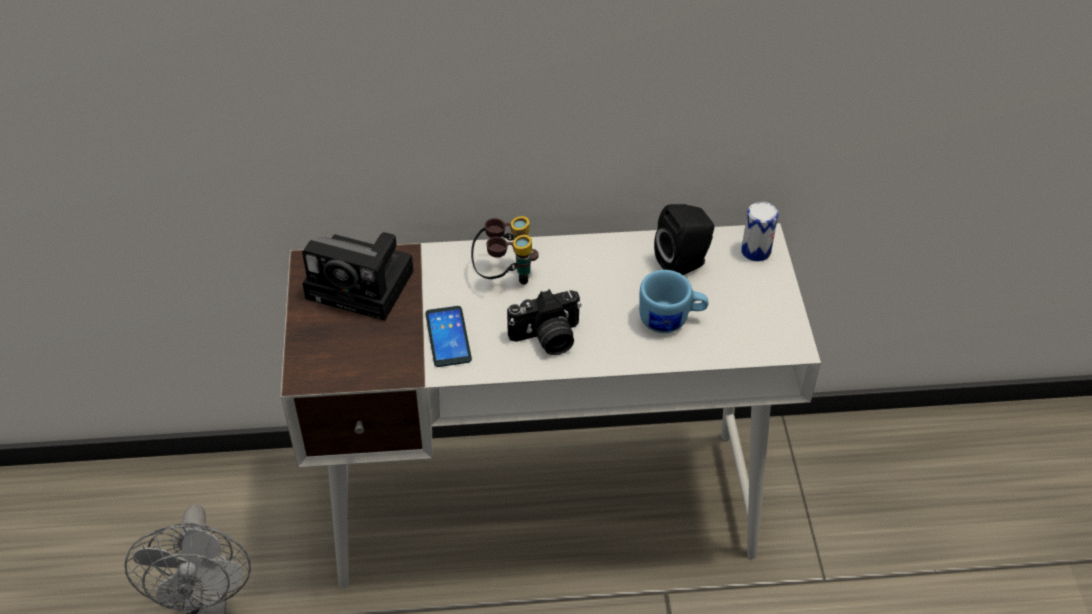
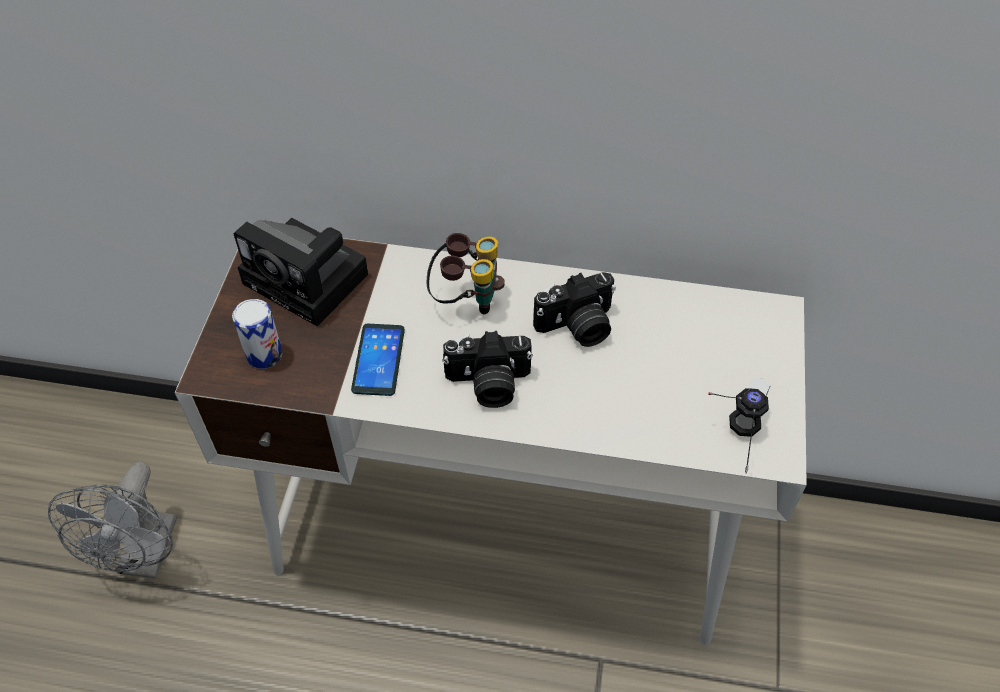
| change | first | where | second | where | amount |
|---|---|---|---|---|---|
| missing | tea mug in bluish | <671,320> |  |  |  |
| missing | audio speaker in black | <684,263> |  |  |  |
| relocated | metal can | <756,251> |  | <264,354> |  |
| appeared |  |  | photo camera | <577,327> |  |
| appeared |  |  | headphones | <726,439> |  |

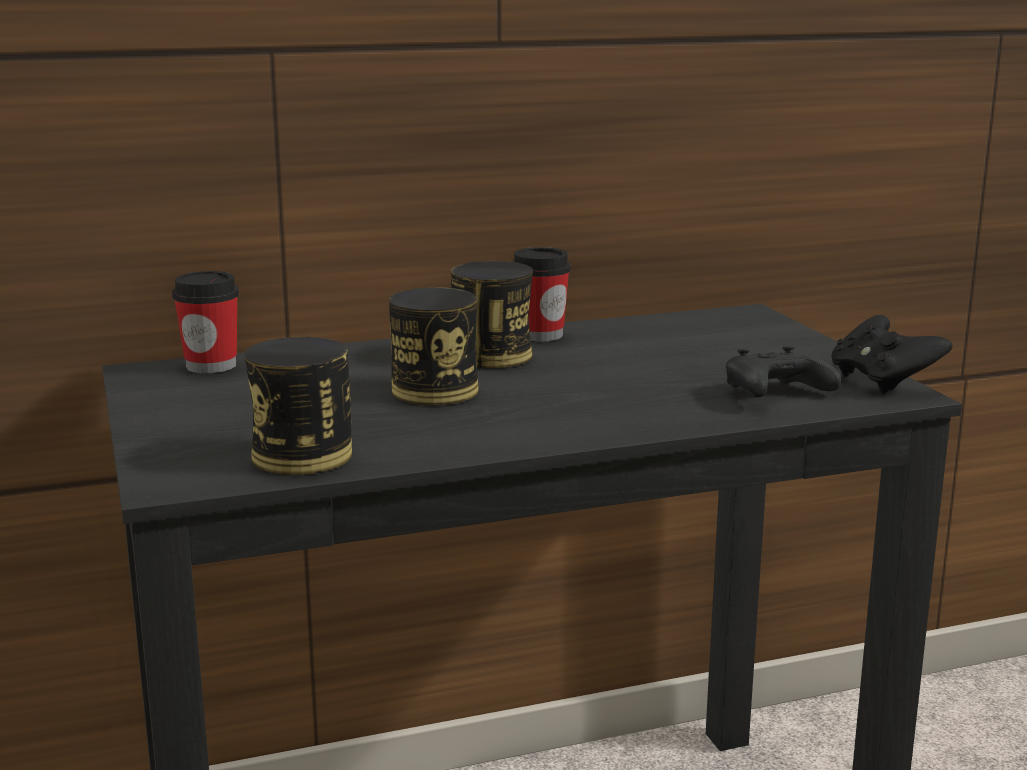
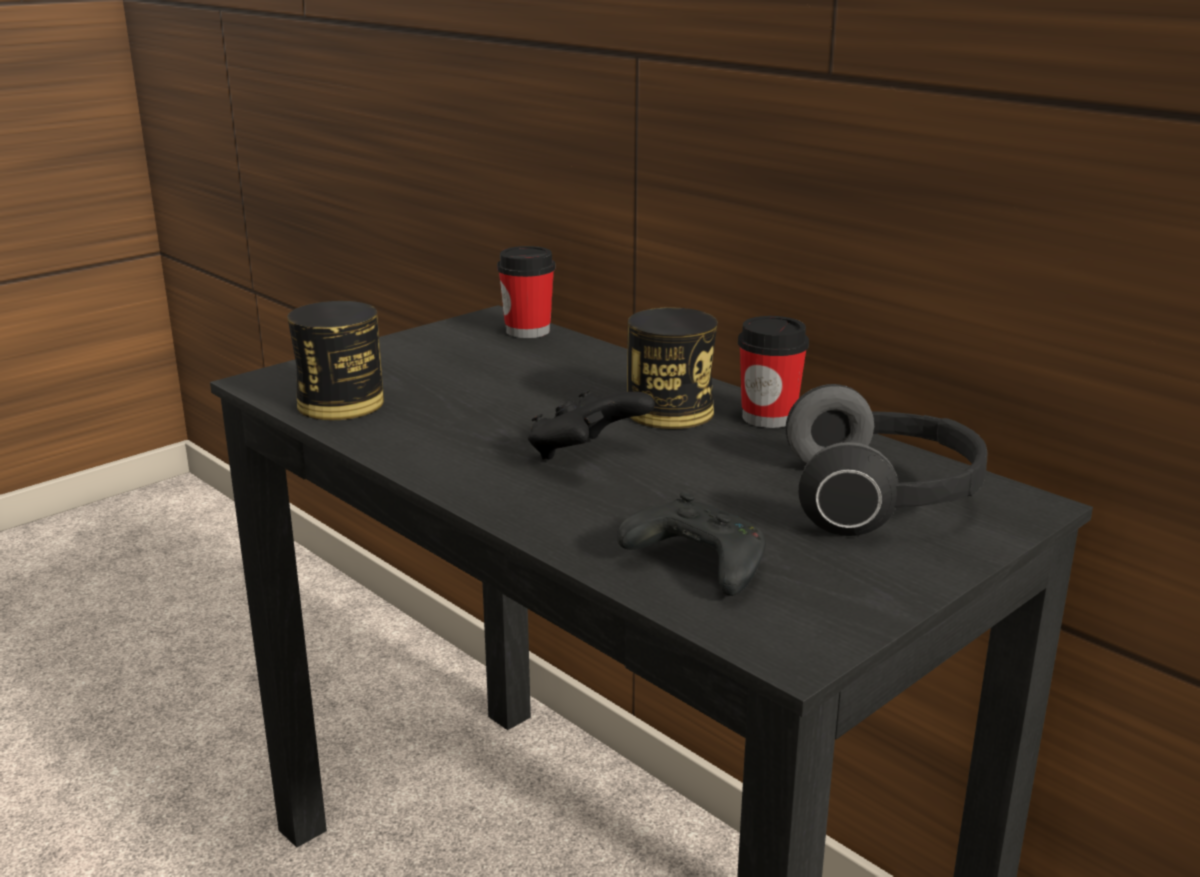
| change | first | where | second | where | amount |
|---|---|---|---|---|---|
| missing | metal can | <435,391> |  |  |  |
| relocated | game controller in black | <882,381> |  | <586,456> |  |
| appeared |  |  | headphones | <883,499> |  |

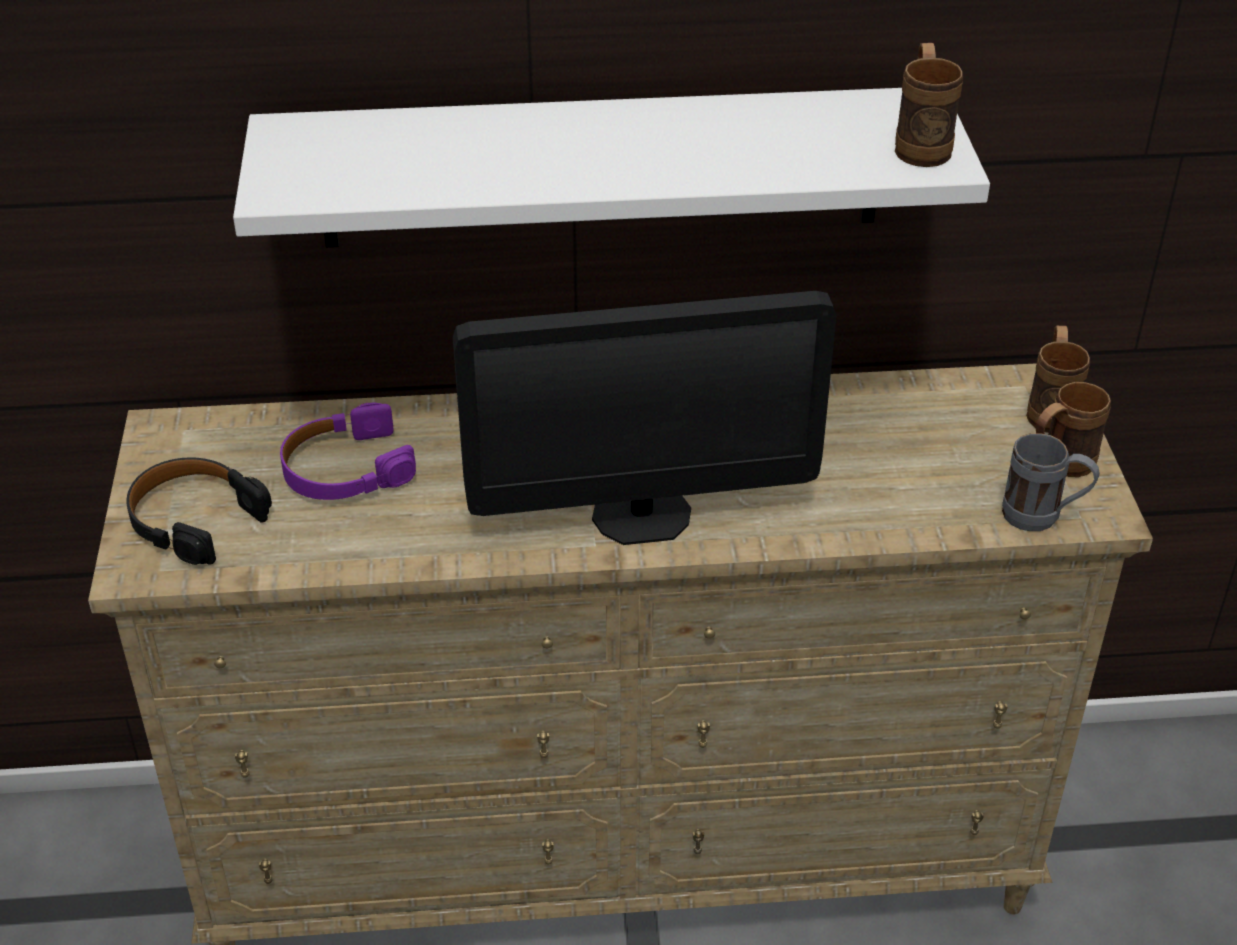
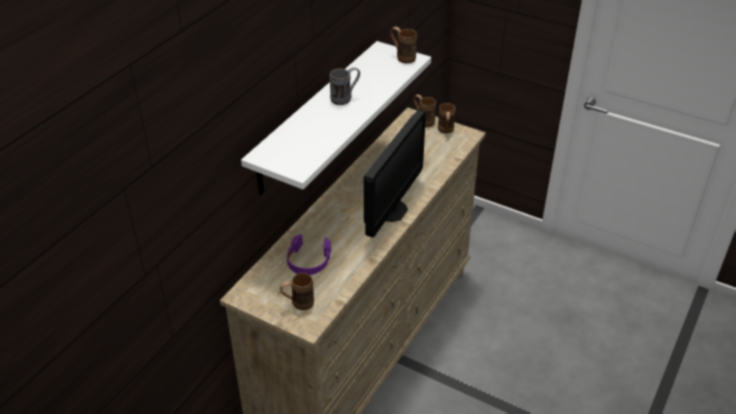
| change | first | where | second | where | amount |
|---|---|---|---|---|---|
| exchanged | headphones in black | <195,519> | tea mug in brown | <298,304> |  |
| relocated | tea mug in greyish | <1042,519> |  | <345,98> |  |

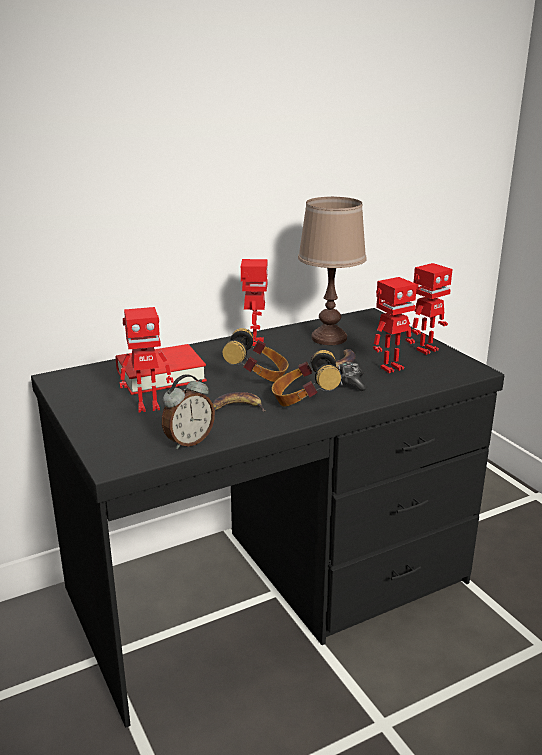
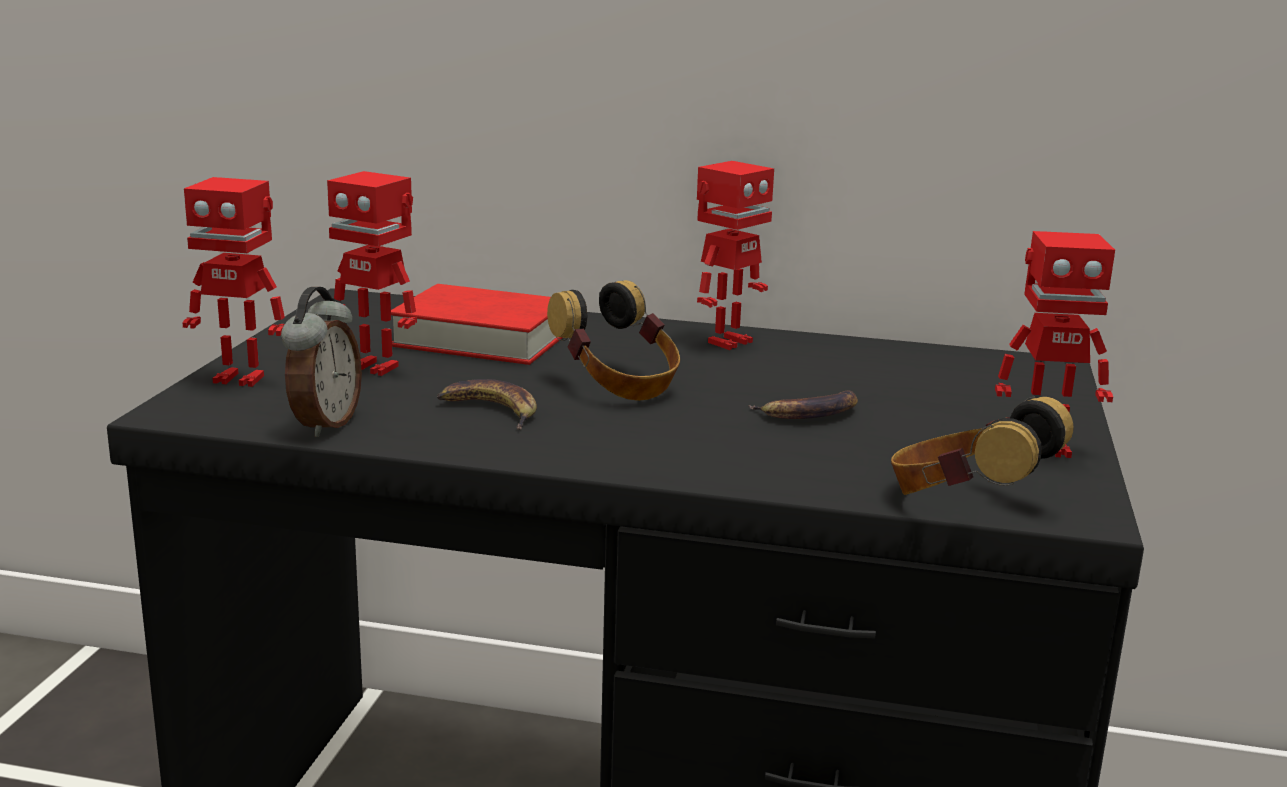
| change | first | where | second | where | amount |
|---|---|---|---|---|---|
| spun | alarm clock | <188,441> |  | <323,424> | 75 degrees counterclockwise |
| relocated | headphones | <304,402> |  | <966,504> |  |
| missing | lamp for a table in brown | <328,338> |  |  |  |
| missing | game controller | <351,382> |  |  |  |
| relocated | robot figure | <390,368> |  | <241,378> |  |

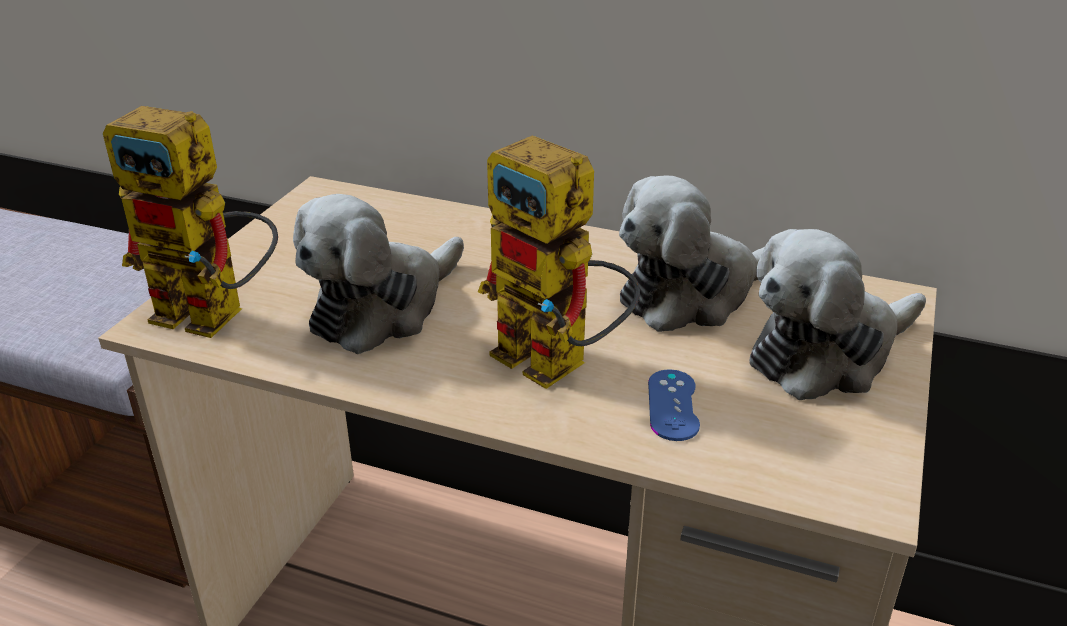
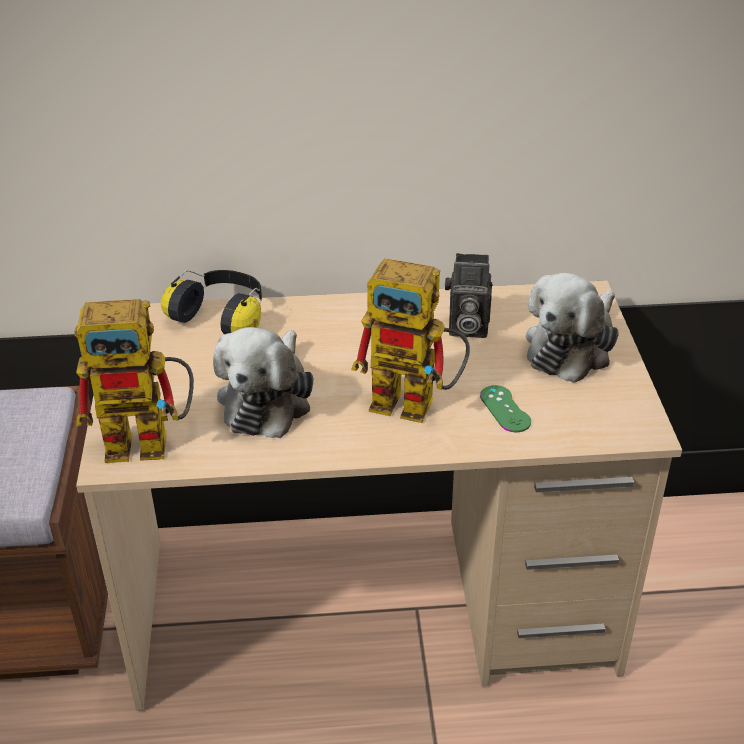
| change | first | where | second | where | amount |
|---|---|---|---|---|---|
| exchanged | soft toy | <693,294> | photo camera | <465,328> |  |
| colour | game controller in bluish | <673,405> | game controller in greenish | <505,409> |  |
| appeared |  |  | headphones | <222,317> |  |

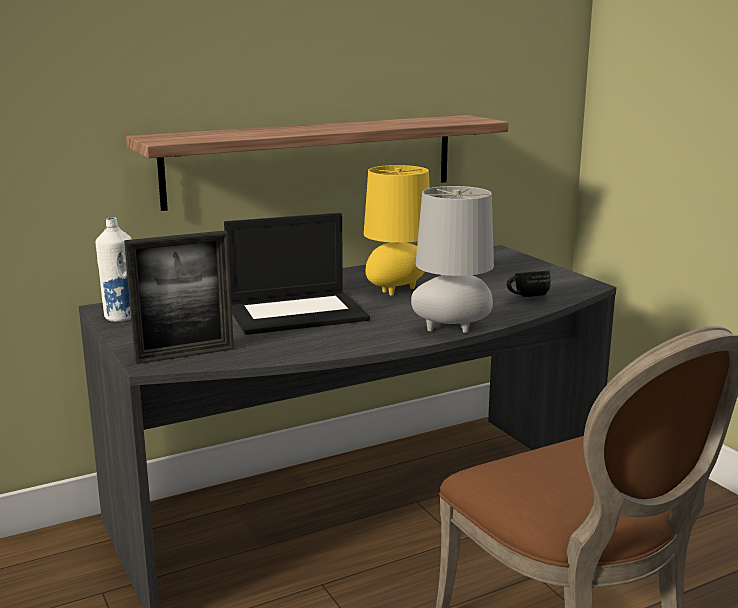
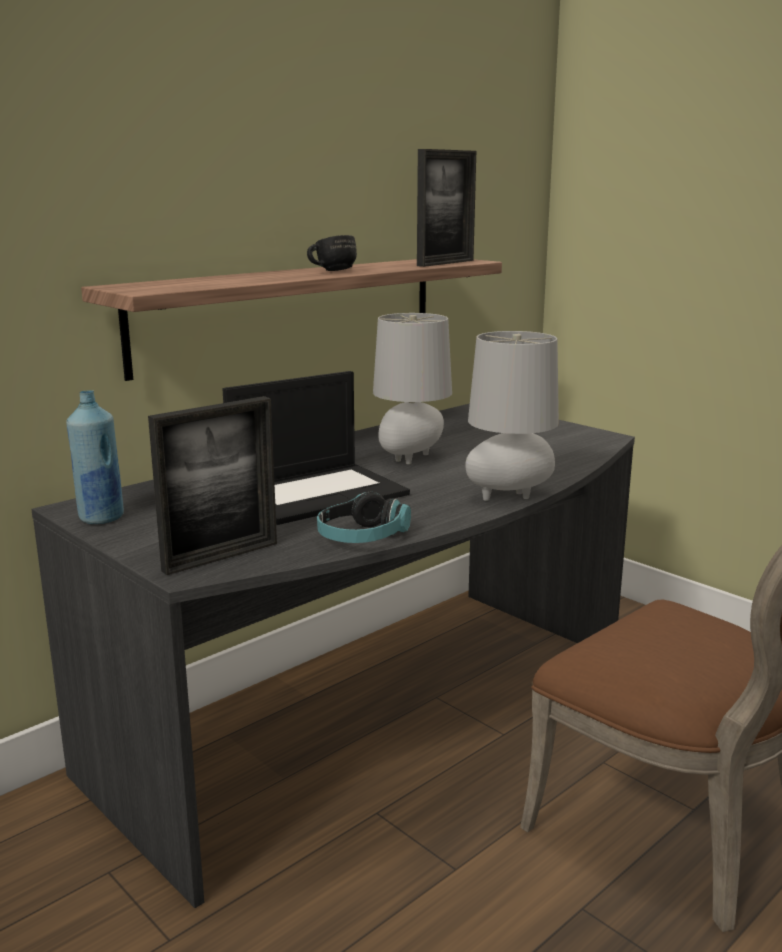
| change | first | where | second | where | amount |
|---|---|---|---|---|---|
| colour | bottle in whitish | <121,317> | bottle in bluish | <100,518> |  |
| colour | lamp for a table in yellow-coloured | <397,291> | lamp for a table in greyish | <412,459> |  |
| relocated | tea mug in black | <526,297> |  | <330,271> |  |
| appeared |  |  | headphones | <362,537> |  |
| appeared |  |  | picture frame | <446,263> |  |

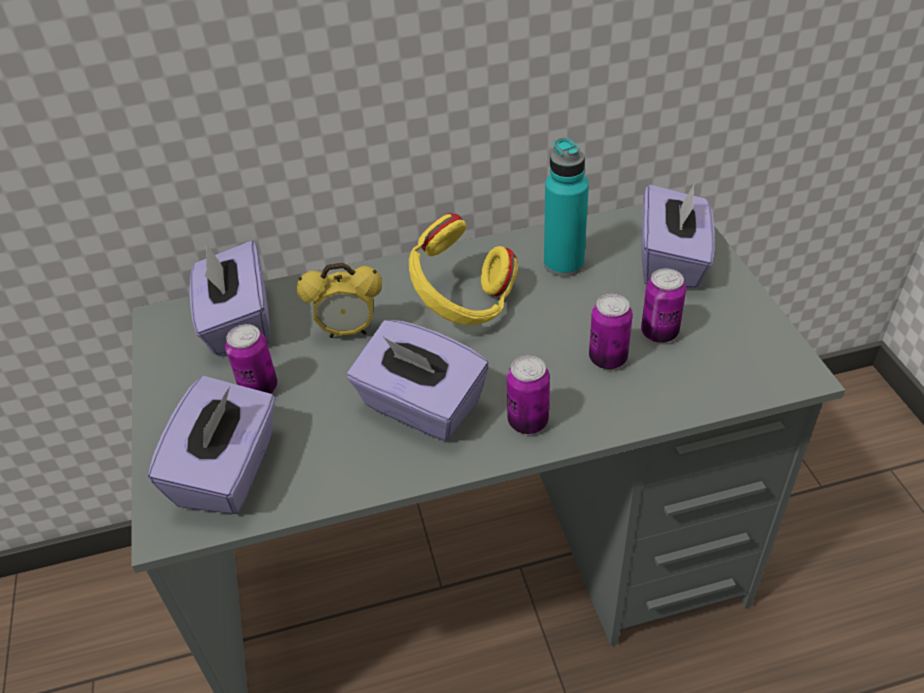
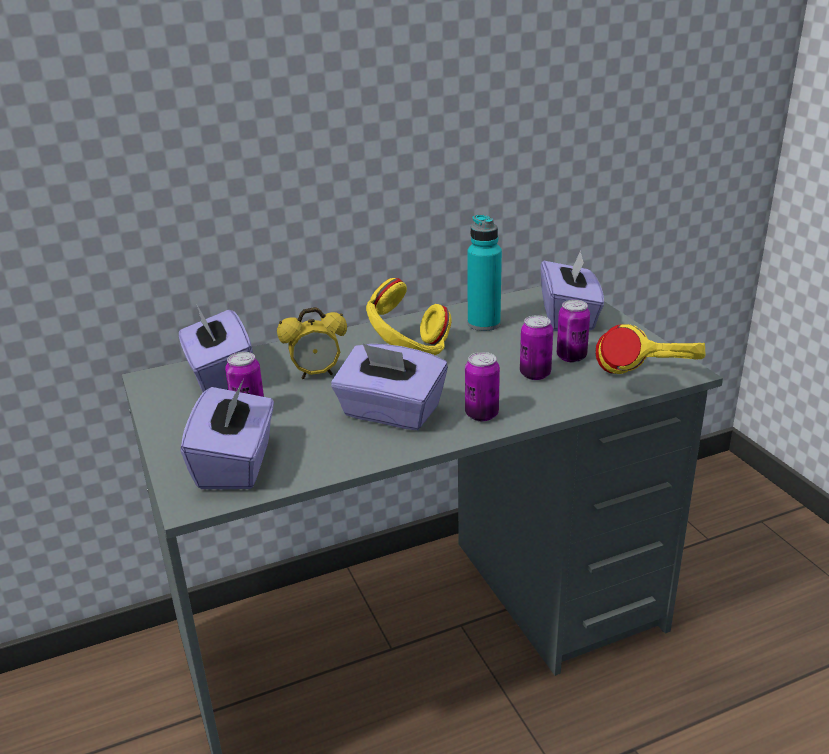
| change | first | where | second | where | amount |
|---|---|---|---|---|---|
| appeared |  |  | headphones in yellow-coloured | <646,383> |  |

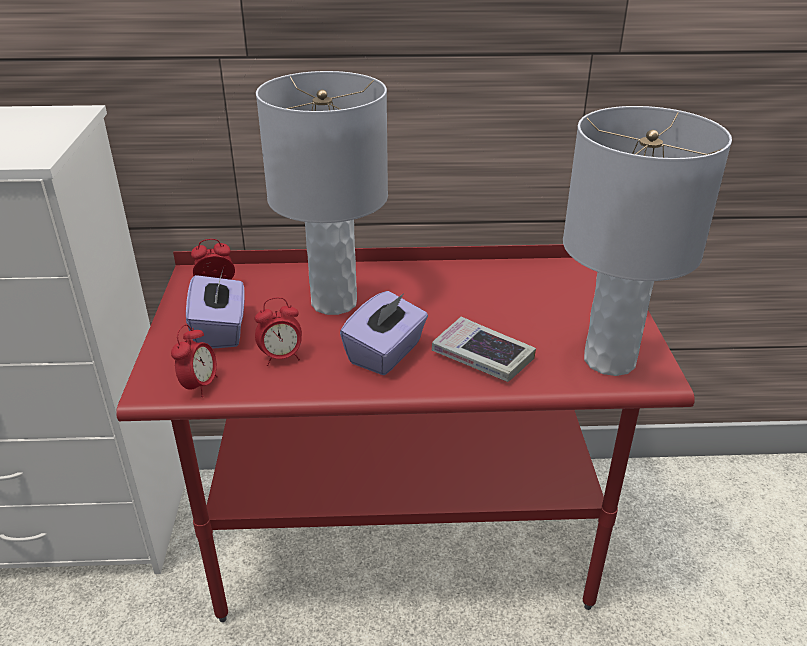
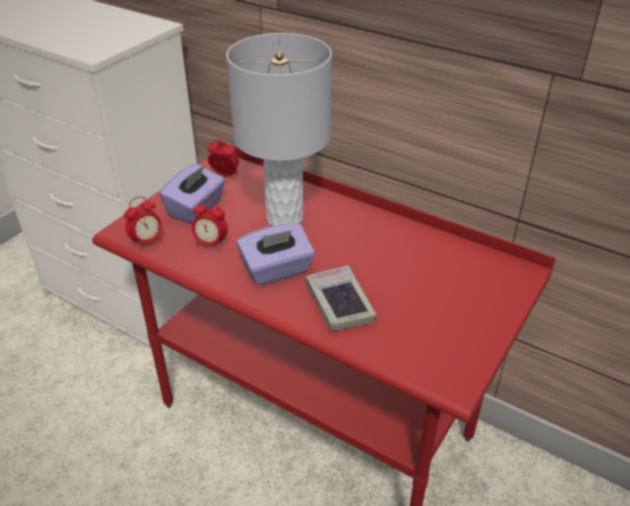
| change | first | where | second | where | amount |
|---|---|---|---|---|---|
| missing | lamp for a table in greyish | <608,360> |  |  |  |

